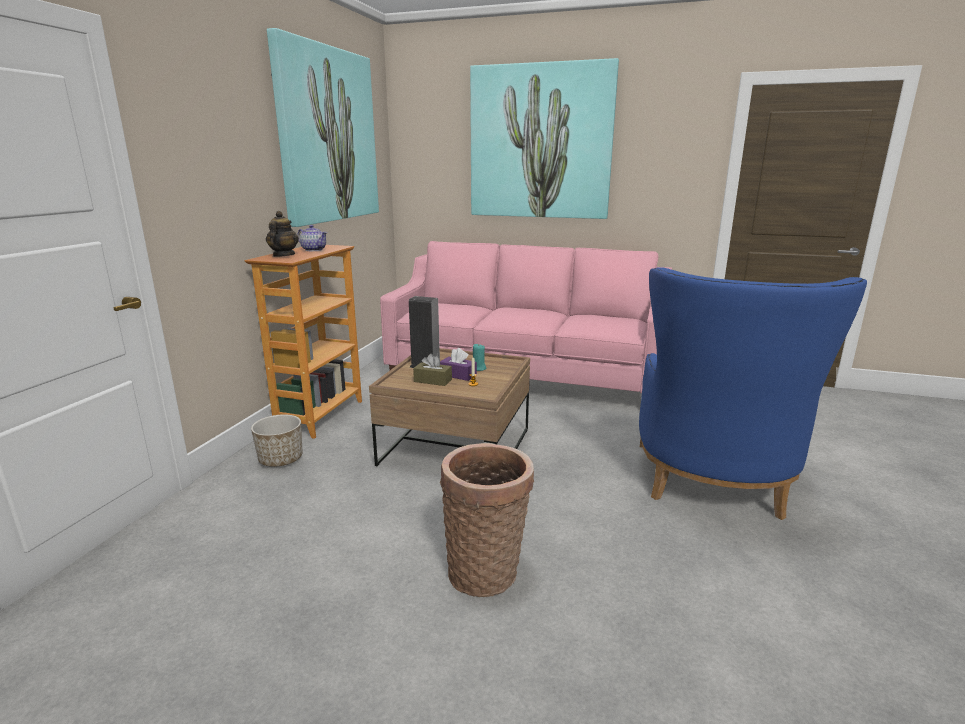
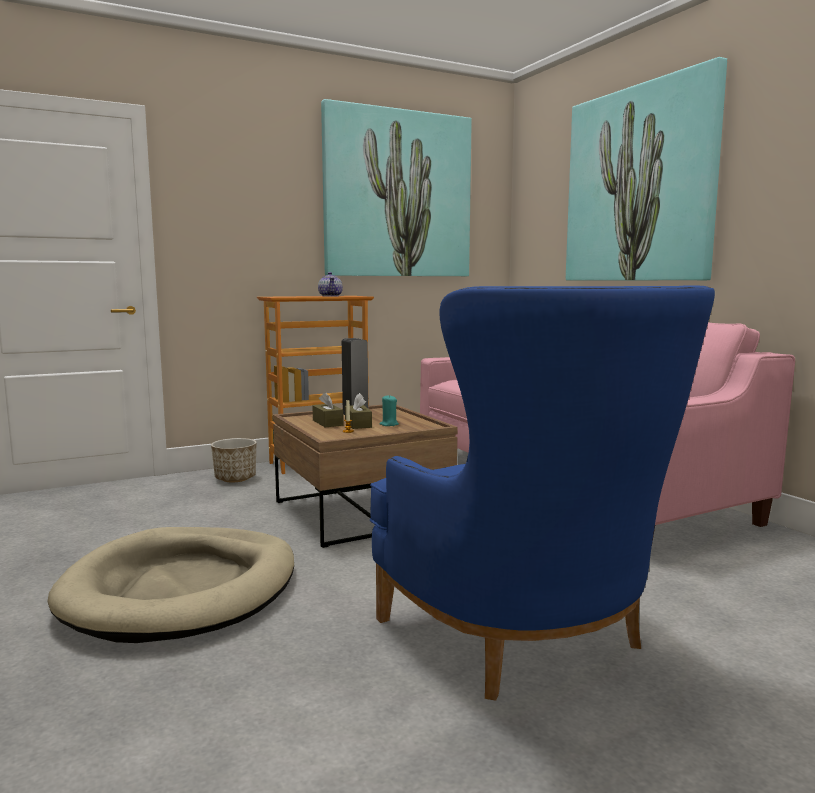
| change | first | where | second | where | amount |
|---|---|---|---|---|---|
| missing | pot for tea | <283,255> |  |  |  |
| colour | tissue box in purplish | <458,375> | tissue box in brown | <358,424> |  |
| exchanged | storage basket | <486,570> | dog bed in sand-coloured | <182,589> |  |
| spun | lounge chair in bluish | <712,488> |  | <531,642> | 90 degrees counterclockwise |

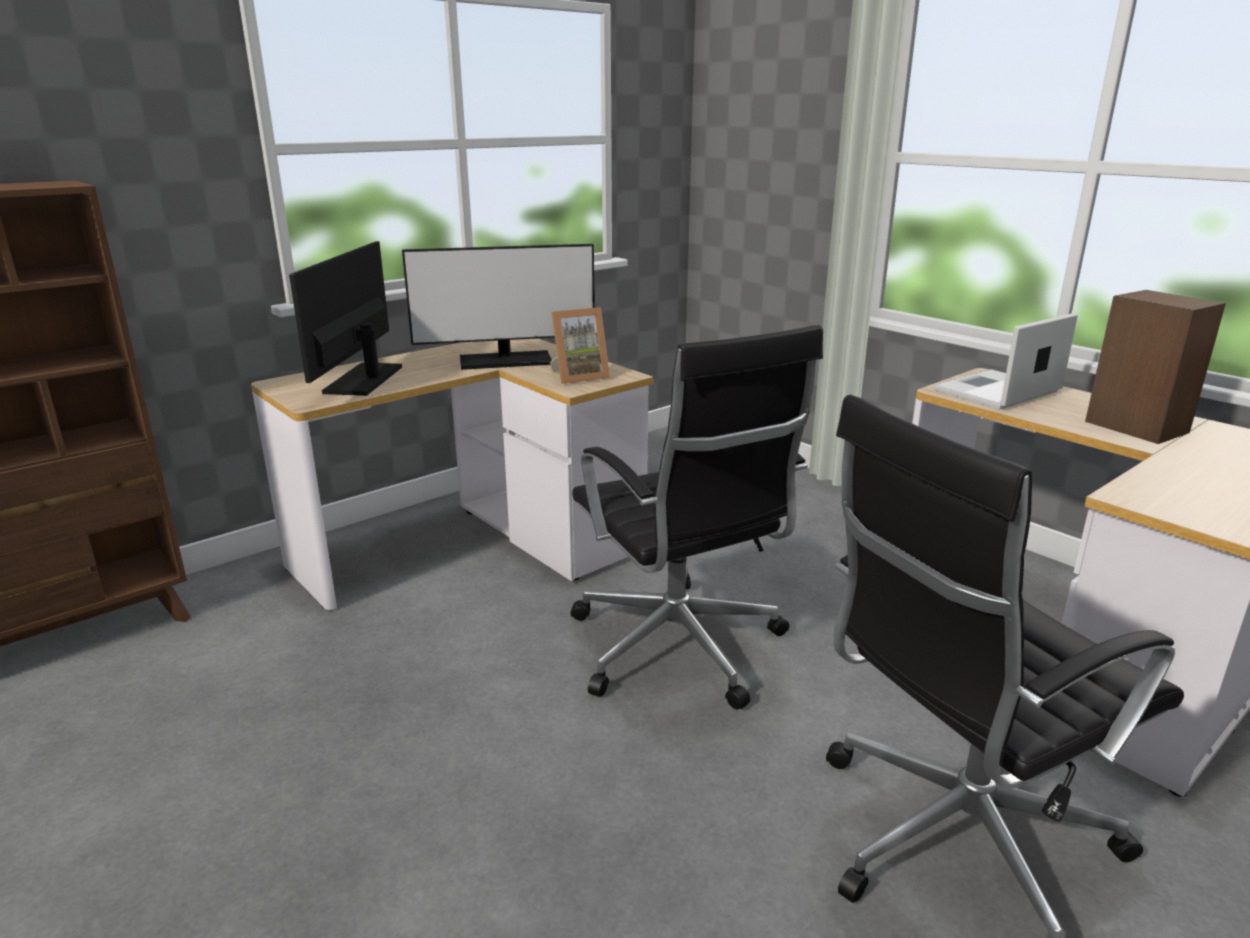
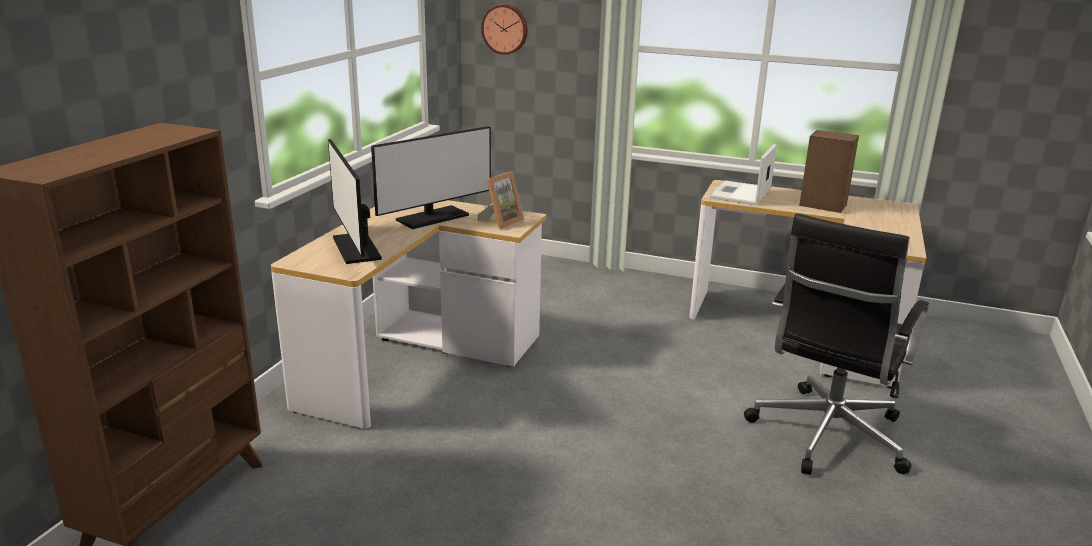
| change | first | where | second | where | amount |
|---|---|---|---|---|---|
| missing | computer chair in black | <679,649> |  |  |  |
| appeared |  |  | hanging clock | <505,29> |  |

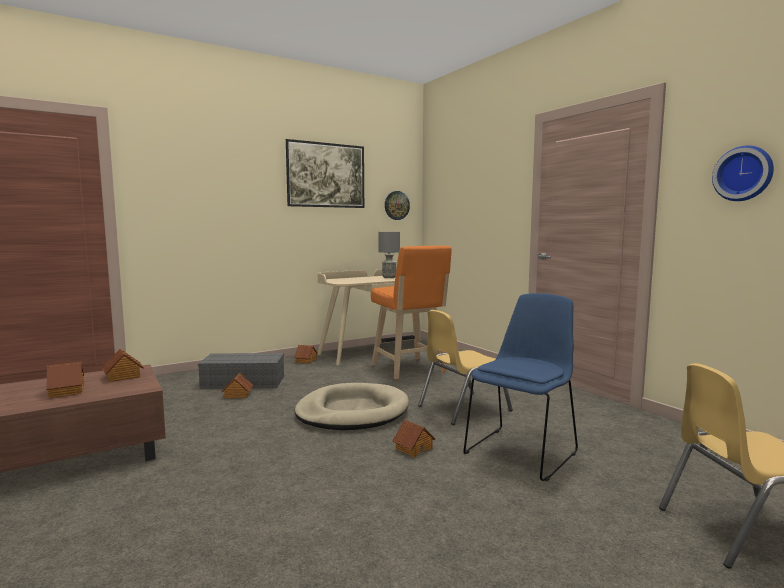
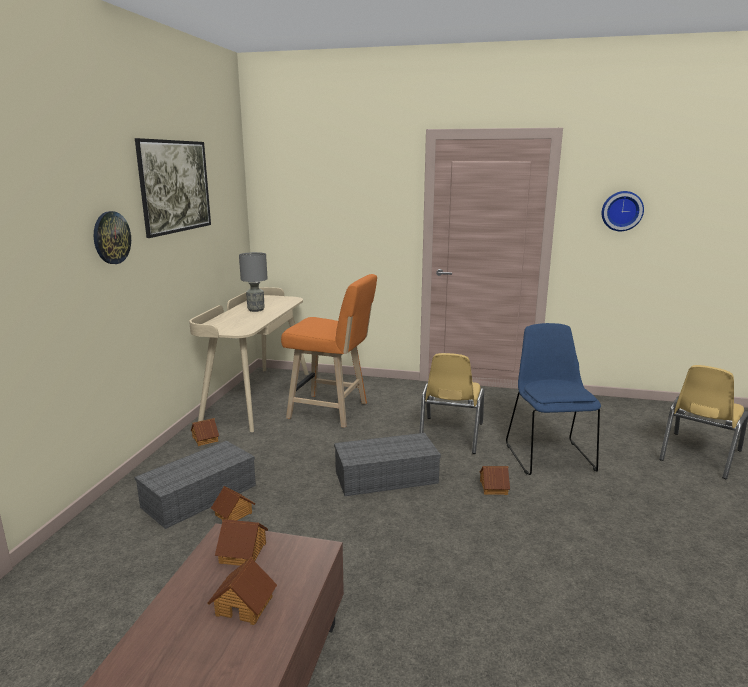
| change | first | where | second | where | amount |
|---|---|---|---|---|---|
| exchanged | dog bed in sand-coloured | <352,412> | storage container in greyish | <385,478> |  |
| relocated | hanging clock | <396,205> |  | <111,237> |  |

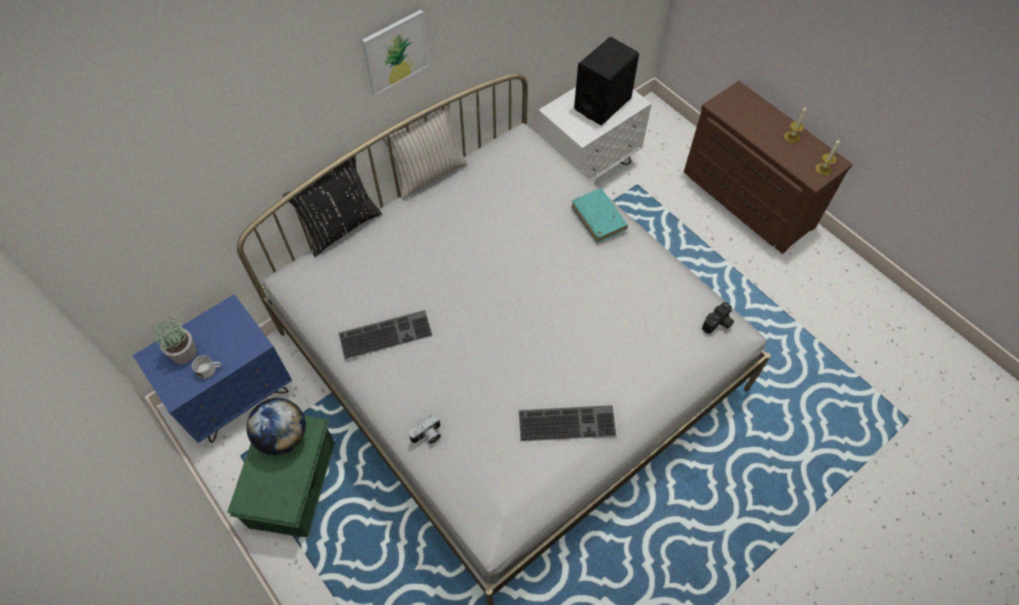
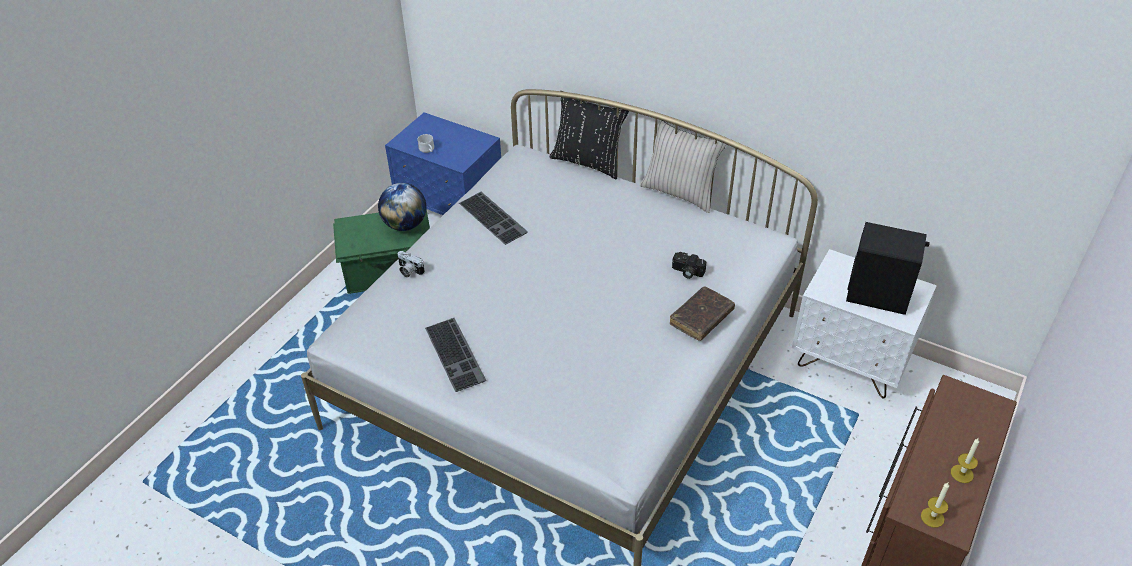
| change | first | where | second | where | amount |
|---|---|---|---|---|---|
| missing | houseplant | <184,352> |  |  |  |
| missing | wall picture | <396,52> |  |  |  |
| colour | bound book in turquoise-coloured | <598,219> | bound book in brown | <701,318> |  |
| relocated | photo camera | <718,324> |  | <687,272> |  |

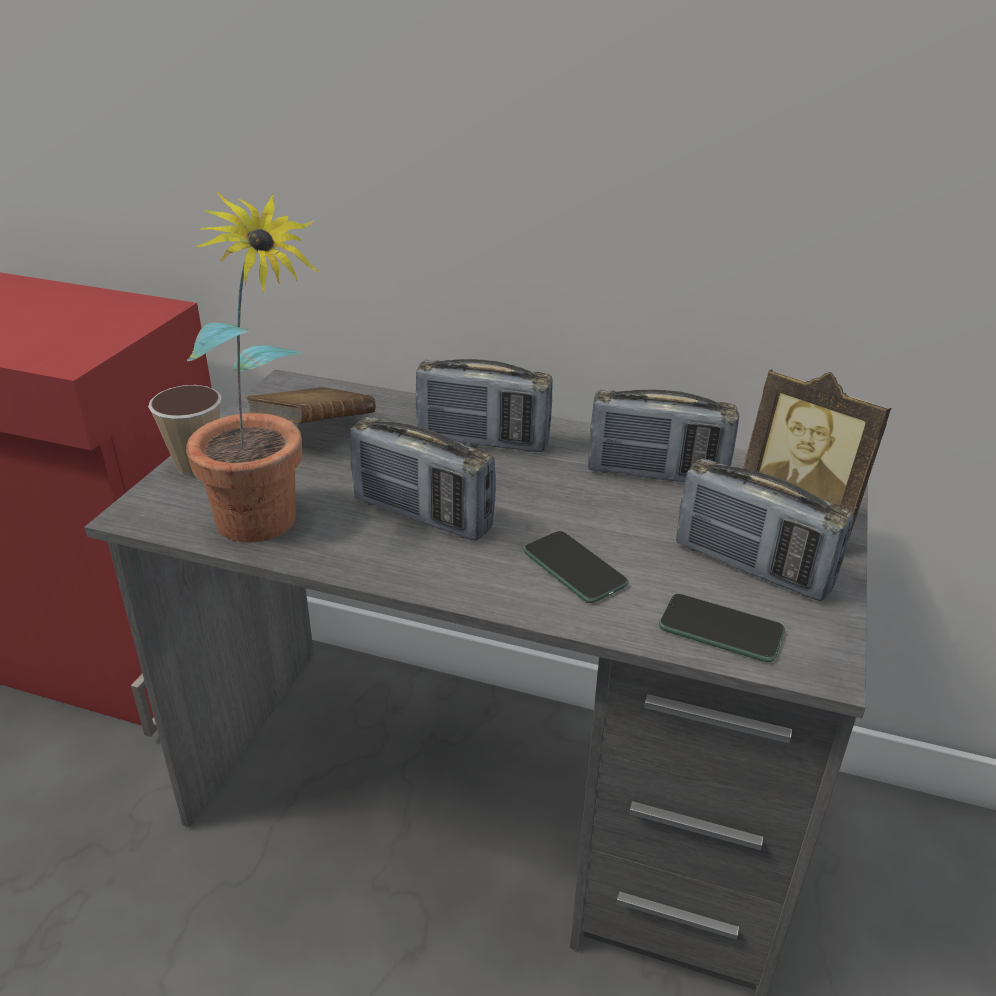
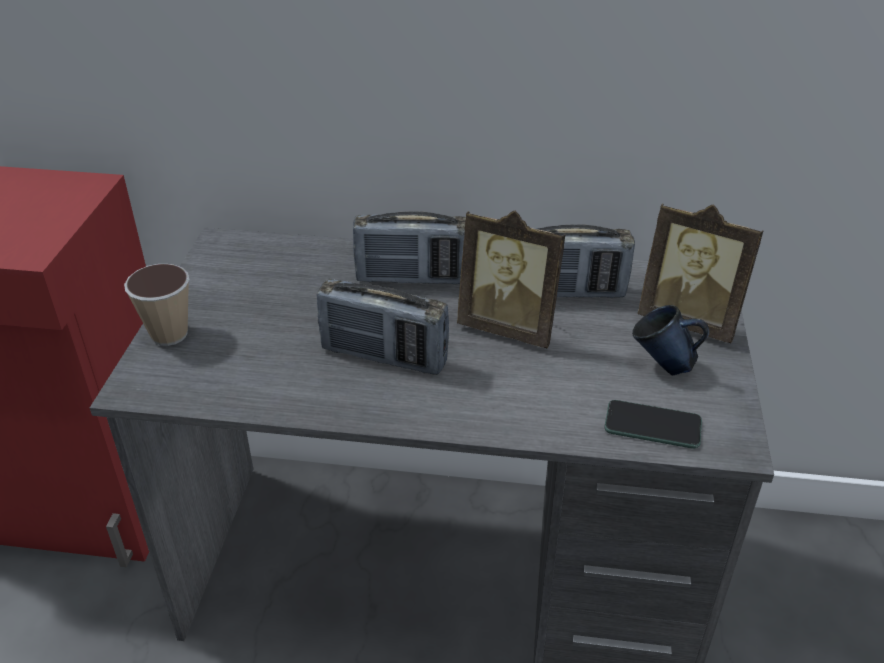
| change | first | where | second | where | amount |
|---|---|---|---|---|---|
| missing | houseplant | <268,531> |  |  |  |
| missing | bound book in brown | <314,431> |  |  |  |
| missing | phone | <574,568> |  |  |  |
| exchanged | radio | <751,567> | tea mug in bluish | <663,367> |  |
| appeared |  |  | picture frame | <510,327> |  |

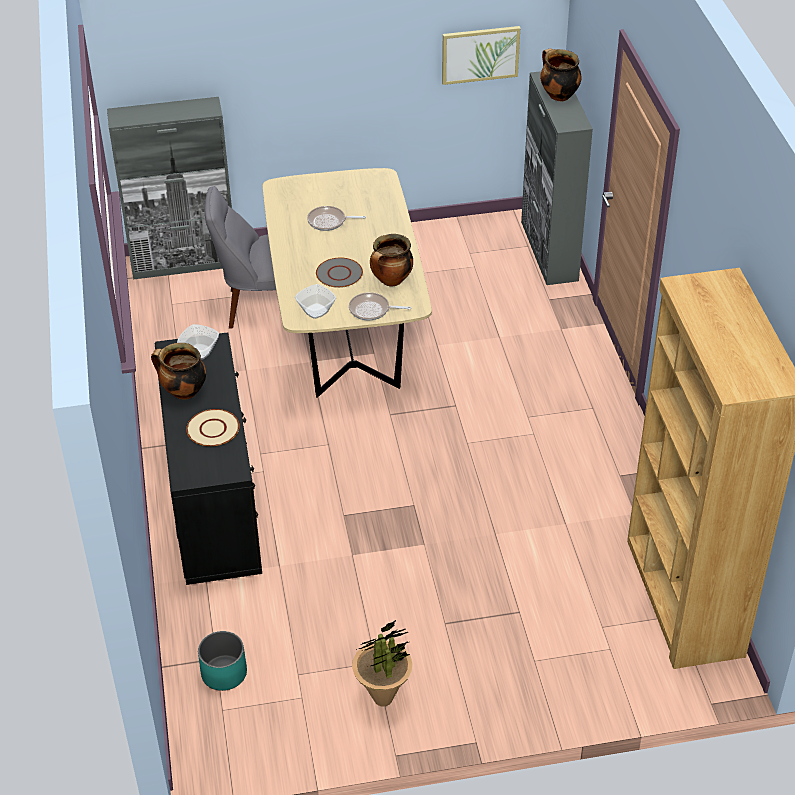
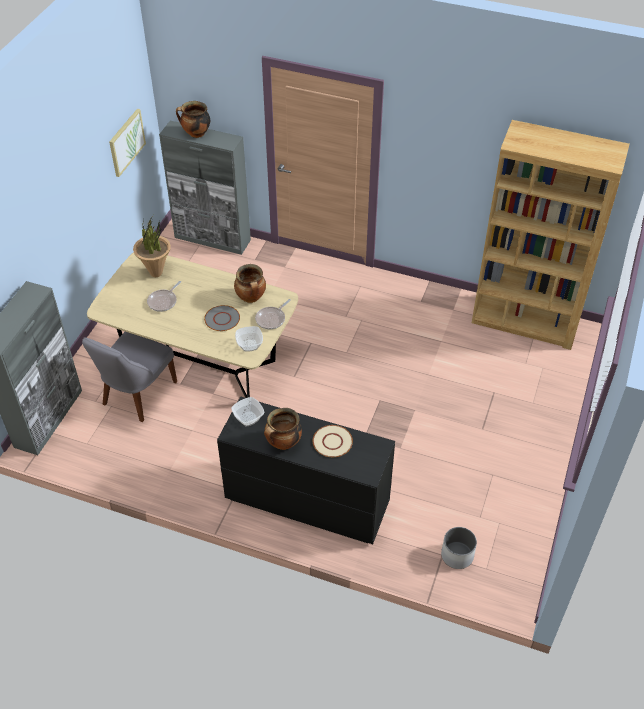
| change | first | where | second | where | amount |
|---|---|---|---|---|---|
| colour | flower pot in turquoise-coloured | <224,673> | flower pot in whitish | <457,555> |  |
| relocated | houseplant | <383,698> |  | <156,273> |  |

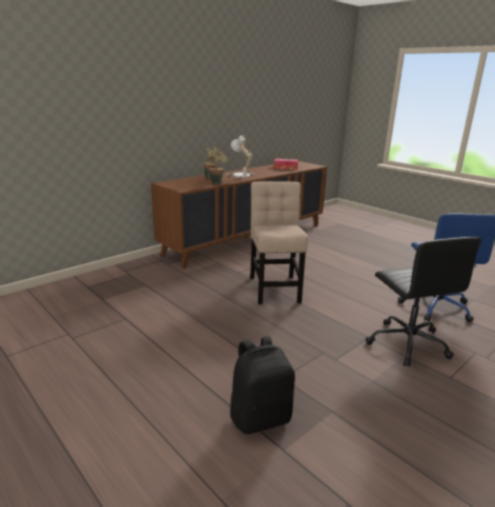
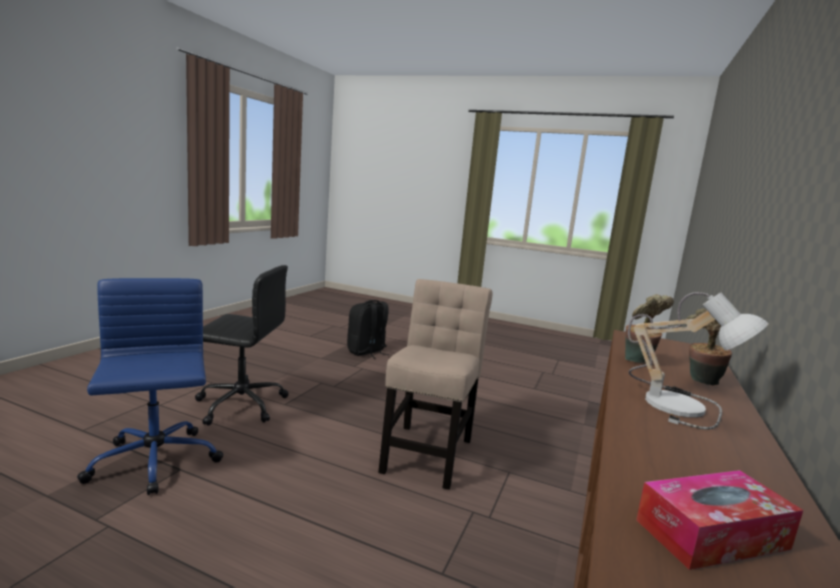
| change | first | where | second | where | amount |
|---|---|---|---|---|---|
| spun | chair in sand-coloured | <274,287> |  | <428,451> | 135 degrees counterclockwise |
| spun | computer chair in black | <407,343> |  | <239,404> | 135 degrees clockwise |

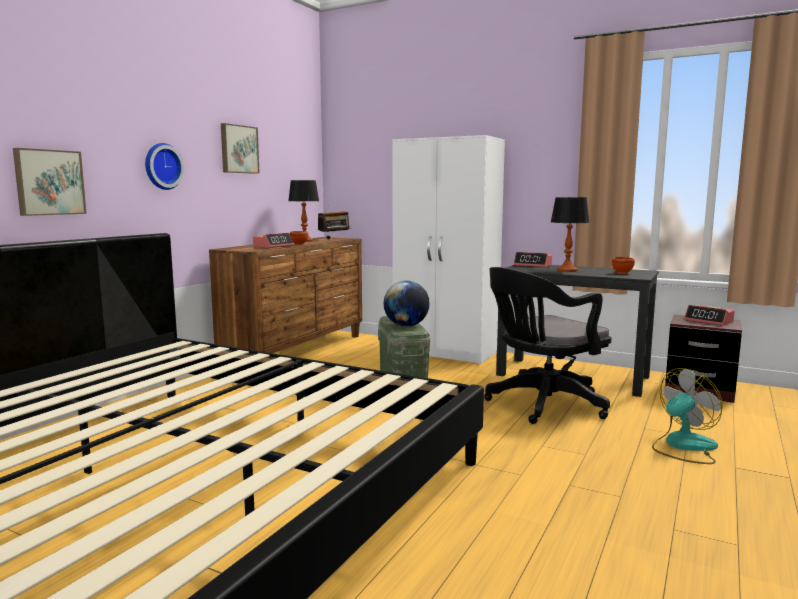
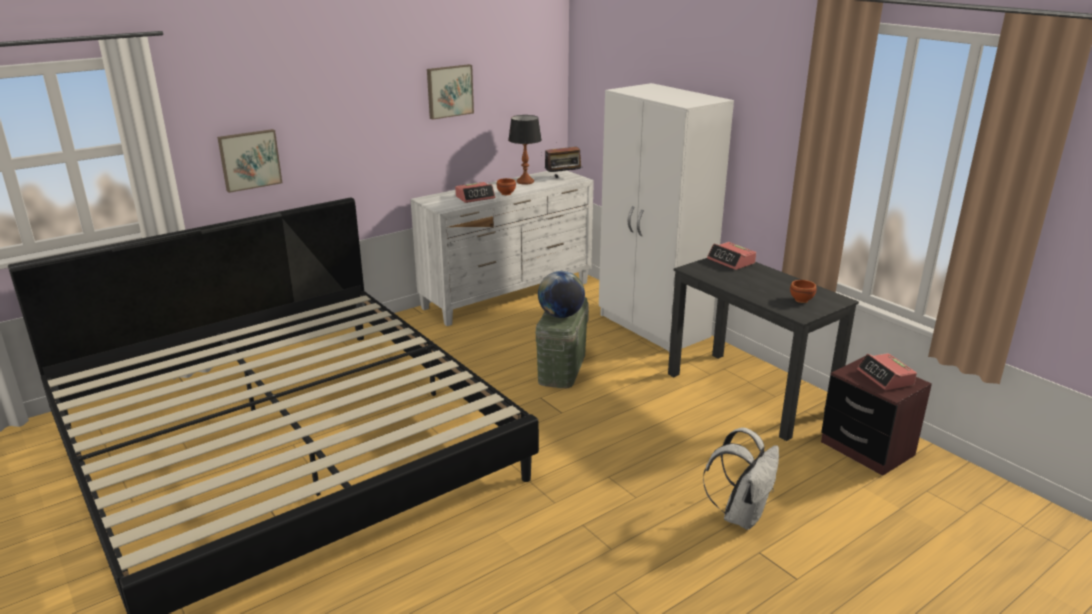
| change | first | where | second | where | amount |
|---|---|---|---|---|---|
| missing | hanging clock | <161,166> |  |  |  |
| colour | chest of drawers in brown | <297,350> | chest of drawers in whitish | <508,295> |  |
| missing | computer chair in black | <542,405> |  |  |  |
| missing | lamp for a table | <567,270> |  |  |  |
| exchanged | electric fan | <683,446> | knapsack in whitish | <741,515> |  |

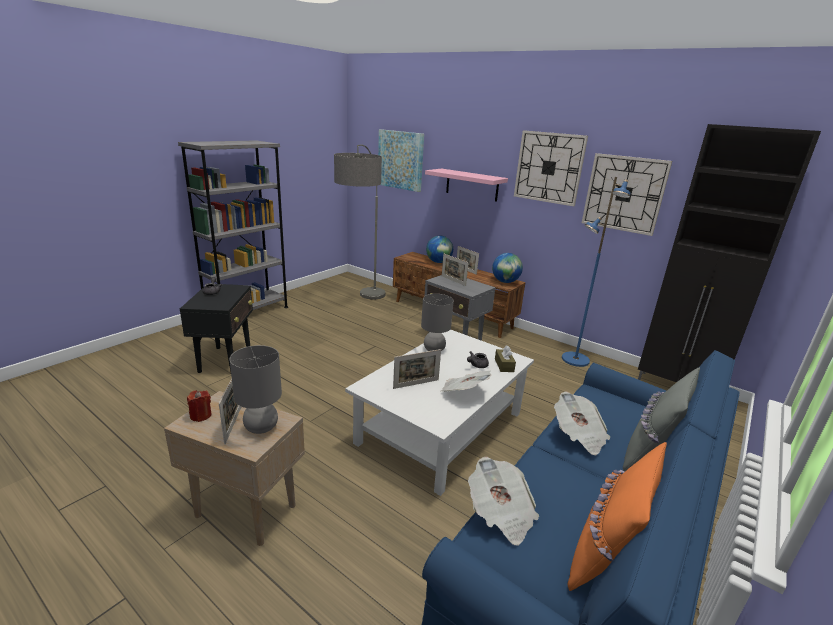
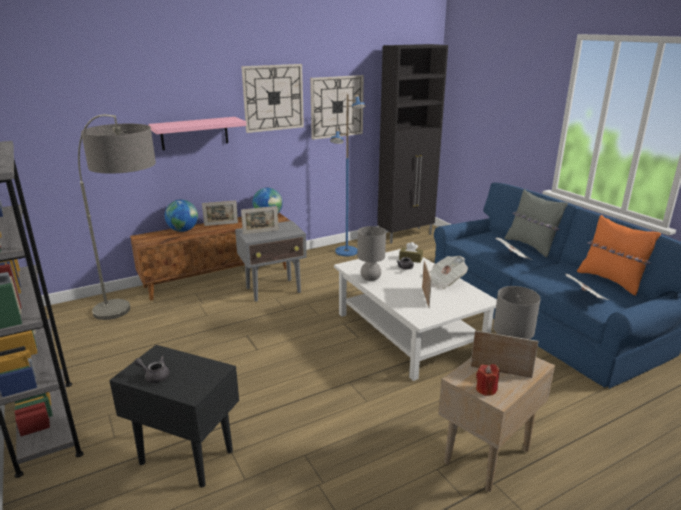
| change | first | where | second | where | amount |
|---|---|---|---|---|---|
| missing | wall picture | <400,160> |  |  |  |

